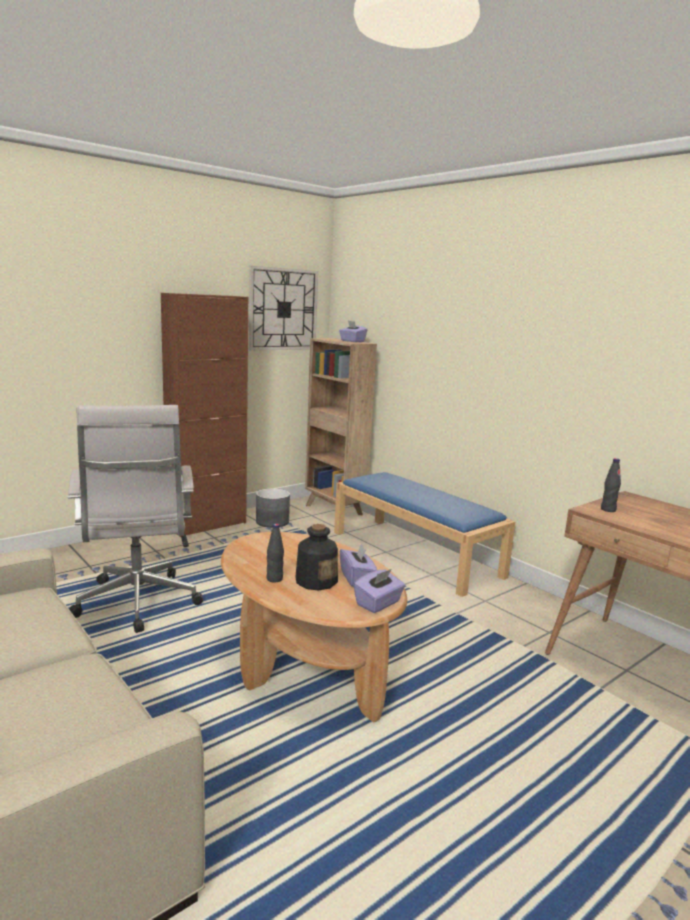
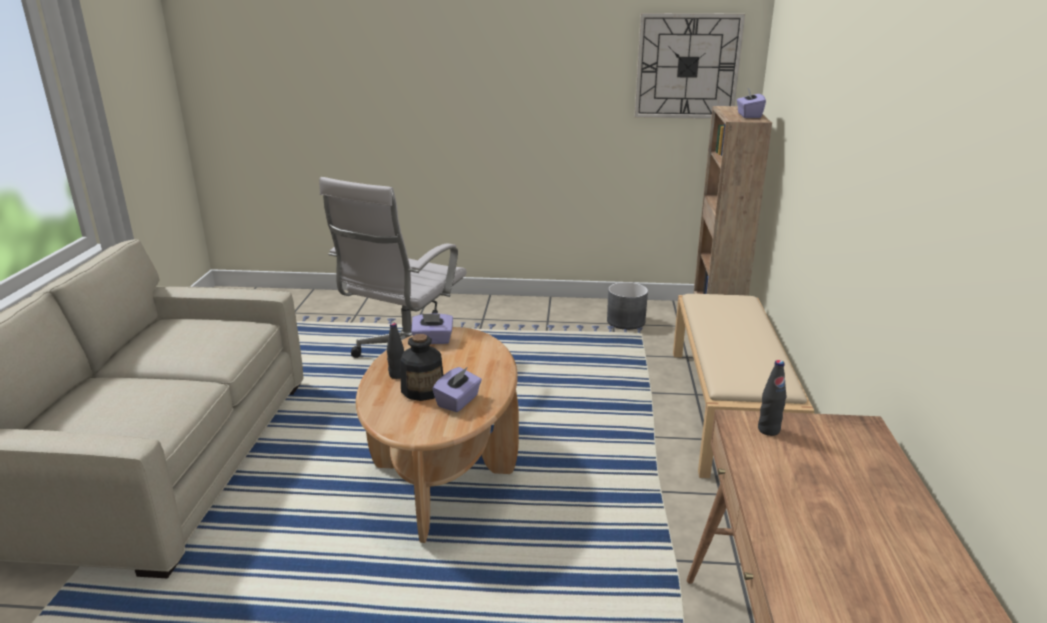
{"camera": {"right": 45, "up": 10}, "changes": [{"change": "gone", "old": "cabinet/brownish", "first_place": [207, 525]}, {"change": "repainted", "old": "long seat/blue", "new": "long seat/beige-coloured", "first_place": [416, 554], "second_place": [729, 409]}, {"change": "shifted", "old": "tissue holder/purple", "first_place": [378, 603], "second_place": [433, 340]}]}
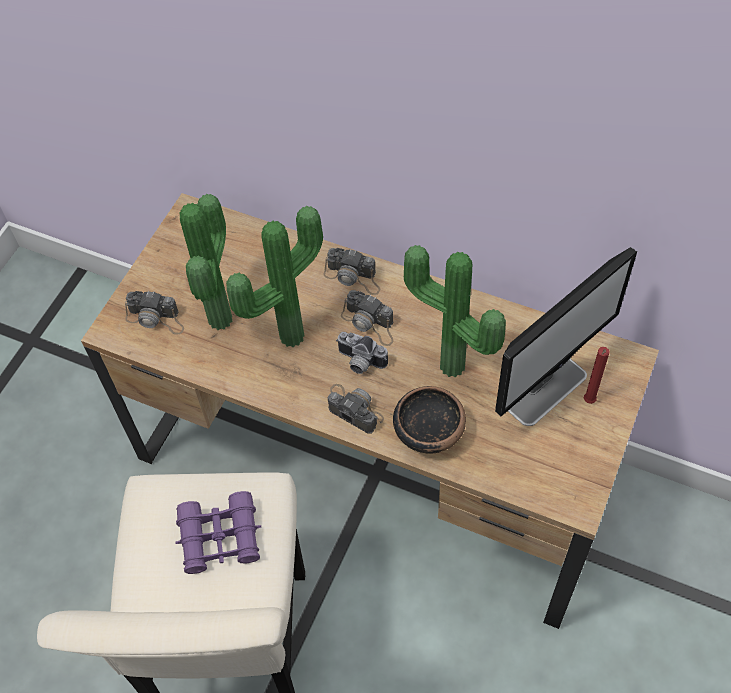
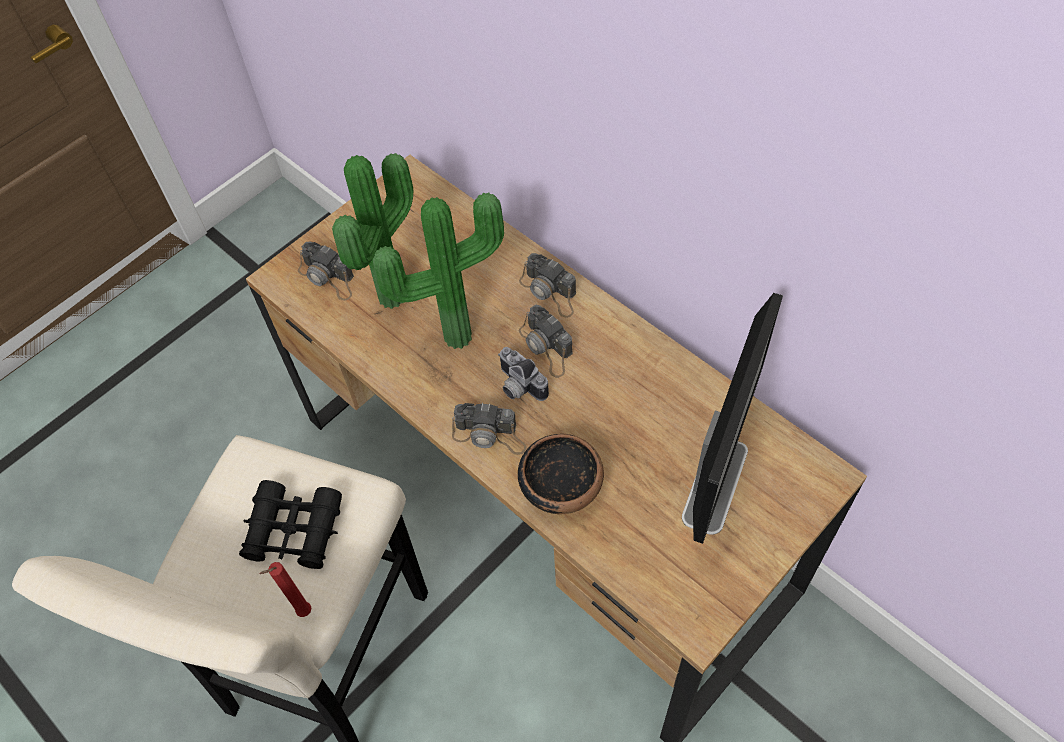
{"camera": {"right": 20, "up": 0}, "changes": [{"change": "gone", "old": "plant in a pot", "first_place": [449, 370]}, {"change": "rotated", "old": "computer display", "first_place": [547, 390], "second_place": [715, 482], "degrees": -45}, {"change": "shifted", "old": "candle/red", "first_place": [588, 402], "second_place": [302, 613]}, {"change": "rotated", "old": "still camera", "first_place": [353, 408], "second_place": [490, 435], "degrees": 135}, {"change": "repainted", "old": "binoculars/purple", "new": "binoculars/black-coloured", "first_place": [220, 538], "second_place": [294, 531]}]}
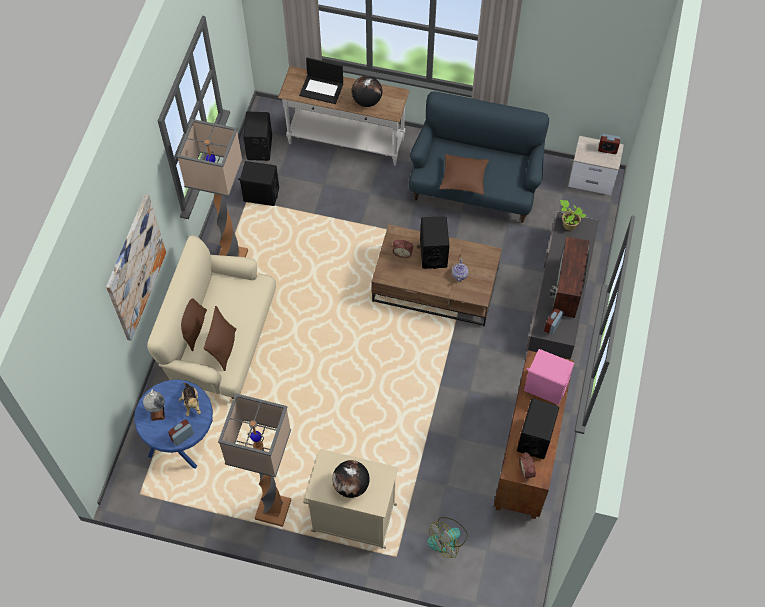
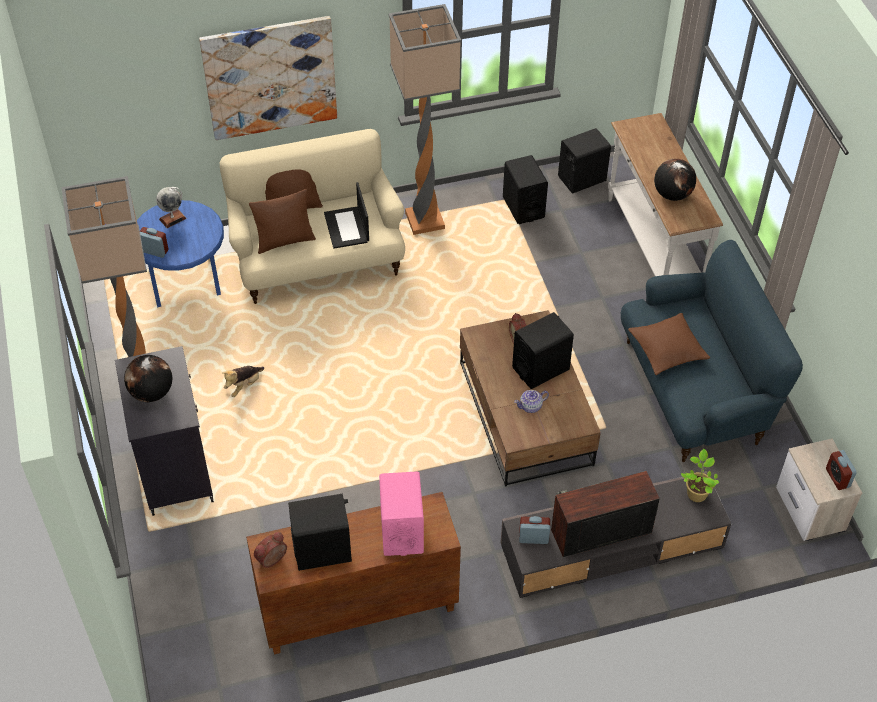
{"camera": {"right": 60, "up": -10}, "changes": [{"change": "shifted", "old": "portable computer", "first_place": [322, 89], "second_place": [347, 228]}, {"change": "shifted", "old": "cuddly toy", "first_place": [191, 403], "second_place": [244, 385]}, {"change": "repainted", "old": "cabinet/beige-coloured", "new": "cabinet/black-coloured", "first_place": [352, 517], "second_place": [174, 468]}, {"change": "gone", "old": "cooling fan", "first_place": [447, 539]}]}
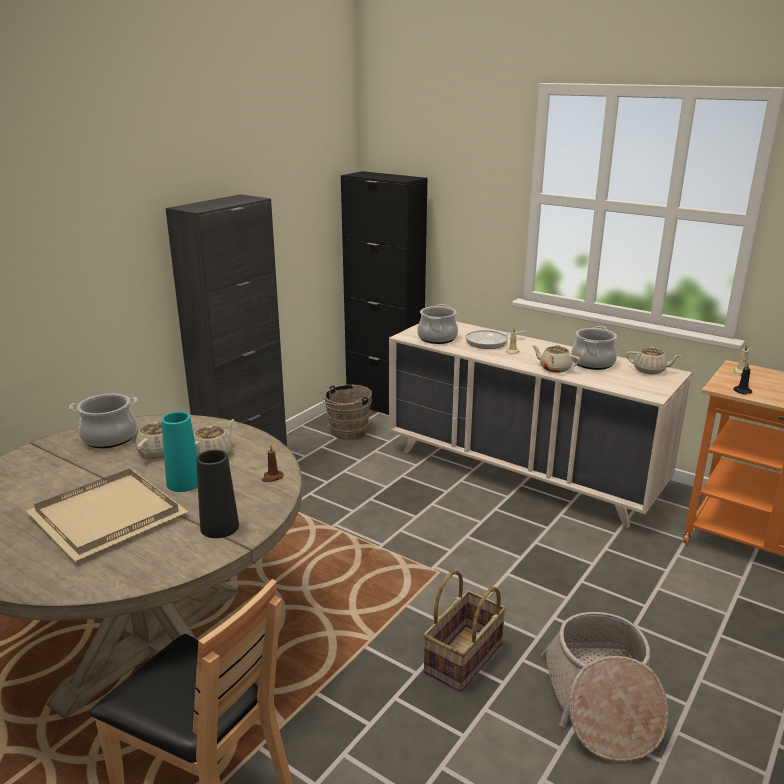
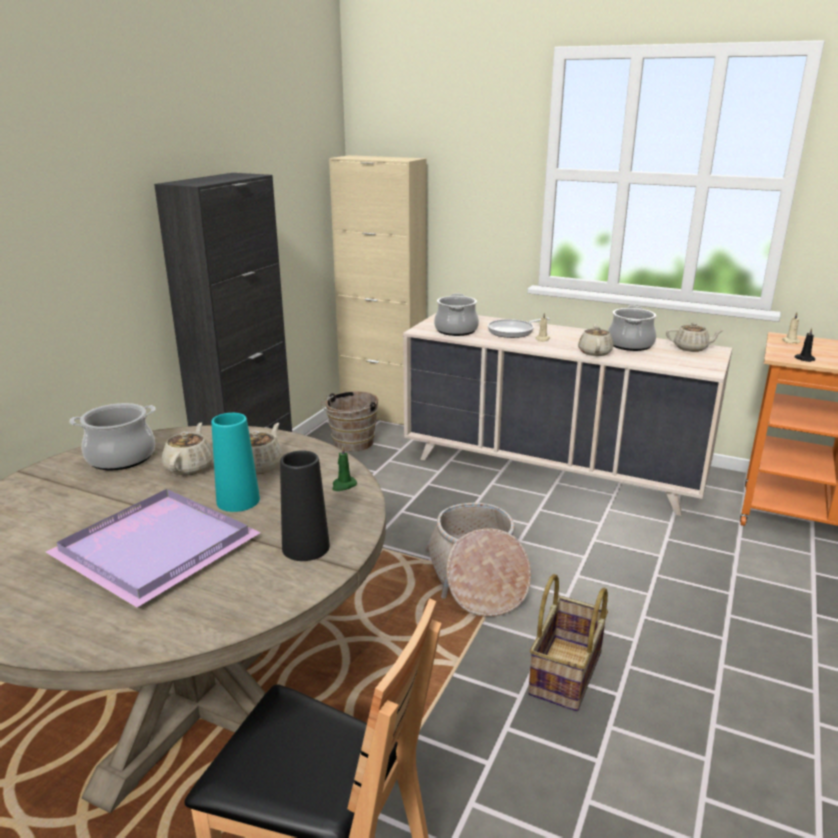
{"camera": {"right": -10, "up": 0}, "changes": [{"change": "repainted", "old": "cabinet/black-coloured", "new": "cabinet/beige-coloured", "first_place": [384, 406], "second_place": [383, 414]}, {"change": "rotated", "old": "tea pot/beige-coloured", "first_place": [554, 368], "second_place": [594, 352], "degrees": 75}, {"change": "repainted", "old": "candle/brownish", "new": "candle/green-coloured", "first_place": [272, 477], "second_place": [343, 485]}, {"change": "repainted", "old": "tray/beige-coloured", "new": "tray/purple", "first_place": [109, 514], "second_place": [156, 546]}, {"change": "shifted", "old": "basket", "first_place": [601, 703], "second_place": [477, 578]}]}
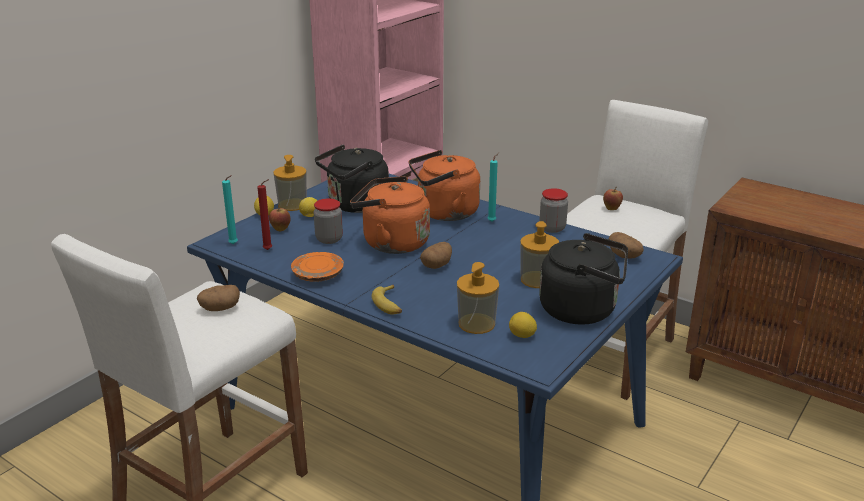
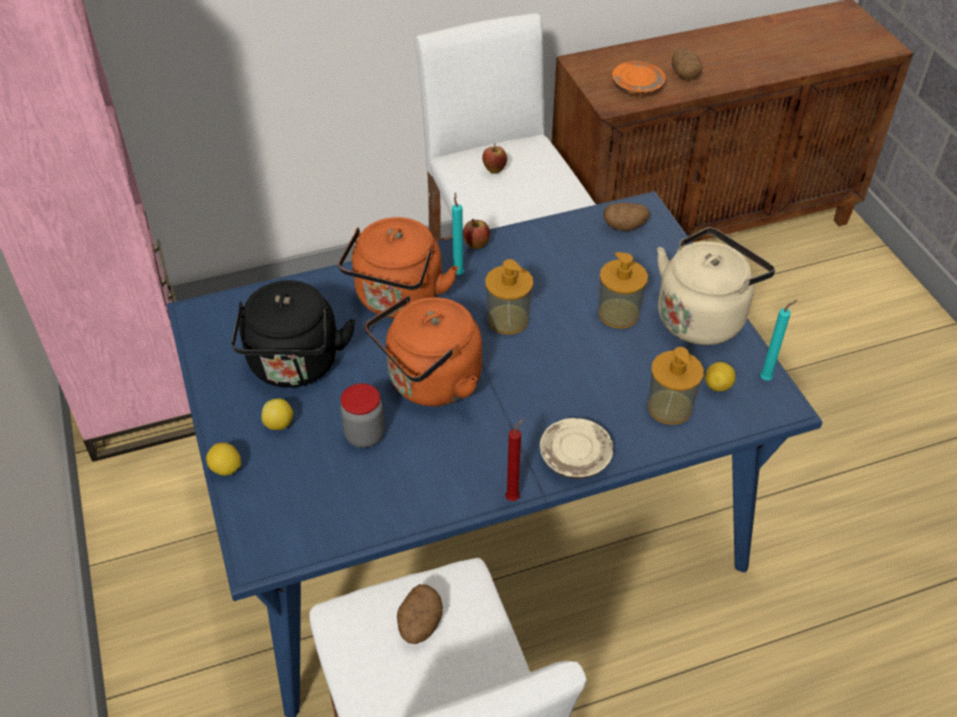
{"camera": {"right": -55, "up": 20}, "changes": [{"change": "shifted", "old": "liquid soap bottle", "first_place": [292, 205], "second_place": [508, 319]}, {"change": "shifted", "old": "candle/turquoise", "first_place": [234, 244], "second_place": [767, 378]}, {"change": "shifted", "old": "candle/red", "first_place": [269, 250], "second_place": [514, 497]}, {"change": "gone", "old": "storage jar", "first_place": [552, 228]}, {"change": "shifted", "old": "apple fruit", "first_place": [280, 229], "second_place": [476, 245]}, {"change": "repainted", "old": "water kettle/black-coloured", "new": "water kettle/beige-coloured", "first_place": [582, 310], "second_place": [703, 316]}, {"change": "shifted", "old": "spud", "first_place": [437, 265], "second_place": [684, 75]}, {"change": "shifted", "old": "dinner plate/orange-coloured", "first_place": [318, 275], "second_place": [637, 86]}, {"change": "swapped", "old": "banana", "new": "dinner plate/beige-coloured", "first_place": [389, 304], "second_place": [575, 457]}]}
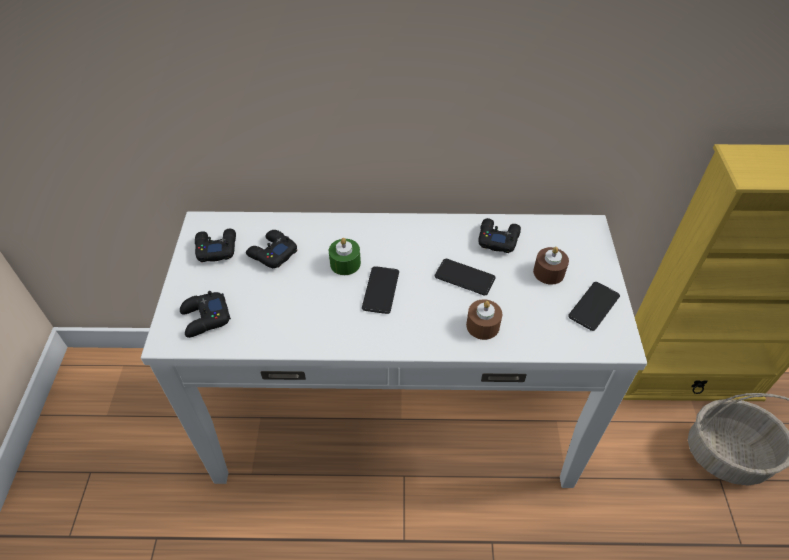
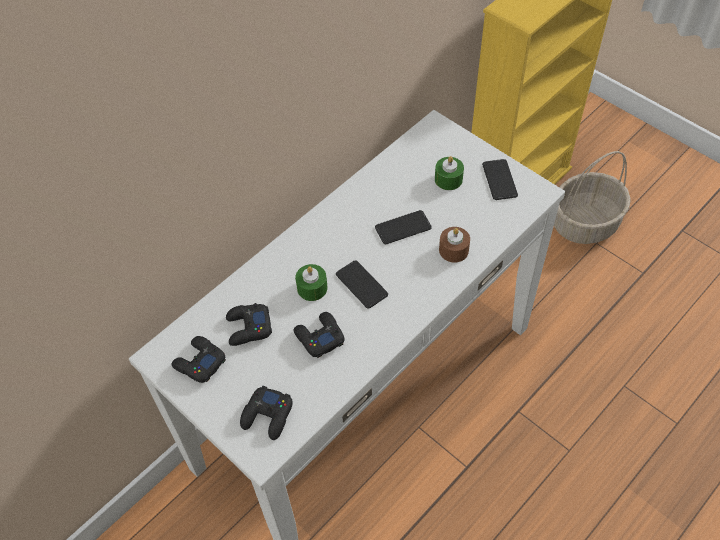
{"camera": {"right": -45, "up": 5}, "changes": [{"change": "shifted", "old": "joypad/black-coloured", "first_place": [497, 238], "second_place": [319, 337]}, {"change": "repainted", "old": "candle/brownish", "new": "candle/green-coloured", "first_place": [548, 272], "second_place": [448, 179]}]}
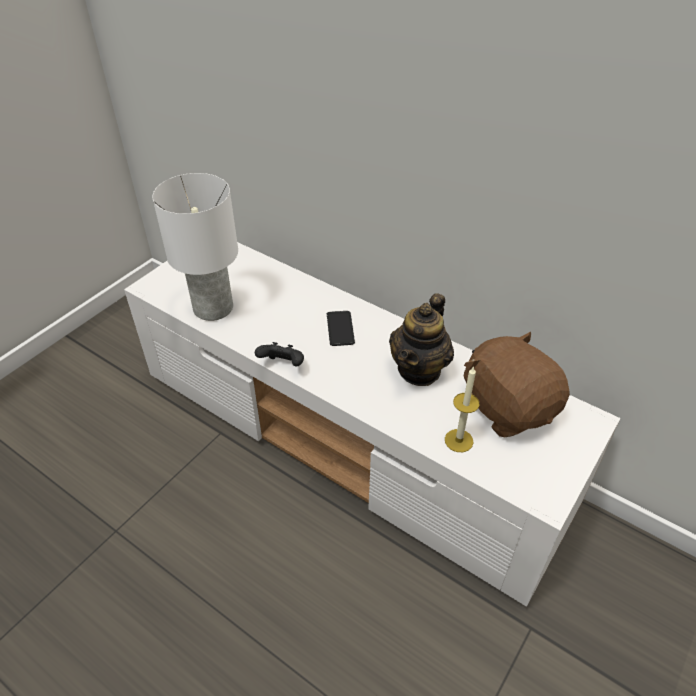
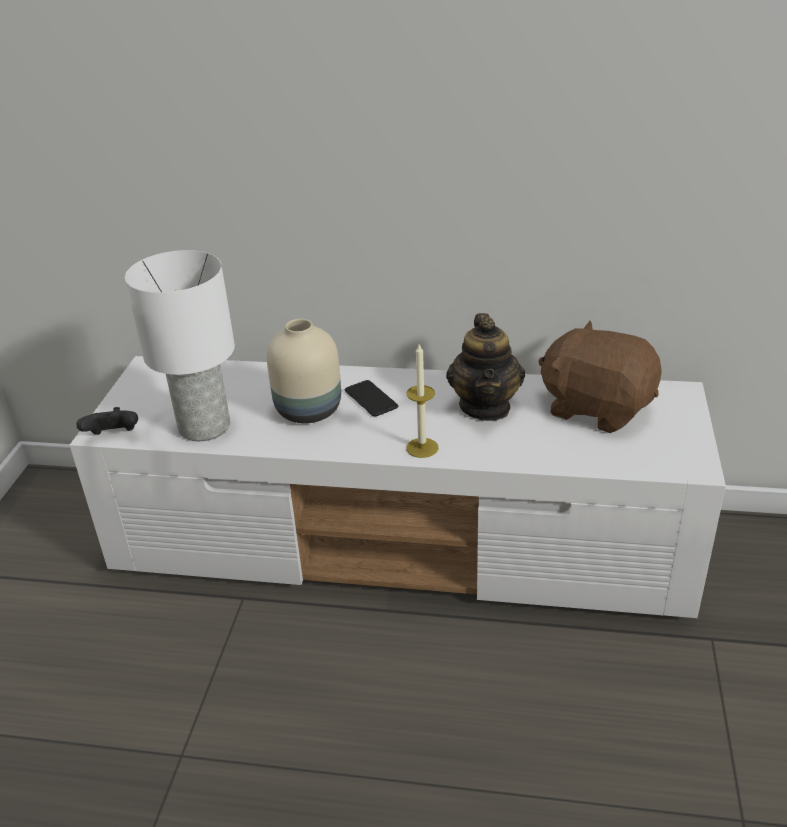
{"camera": {"right": -25, "up": -10}, "changes": [{"change": "shifted", "old": "joypad/black-coloured", "first_place": [283, 365], "second_place": [113, 436]}, {"change": "shifted", "old": "candle", "first_place": [458, 440], "second_place": [422, 448]}, {"change": "new", "new": "flower vase/beige-coloured", "second_place": [308, 409]}]}
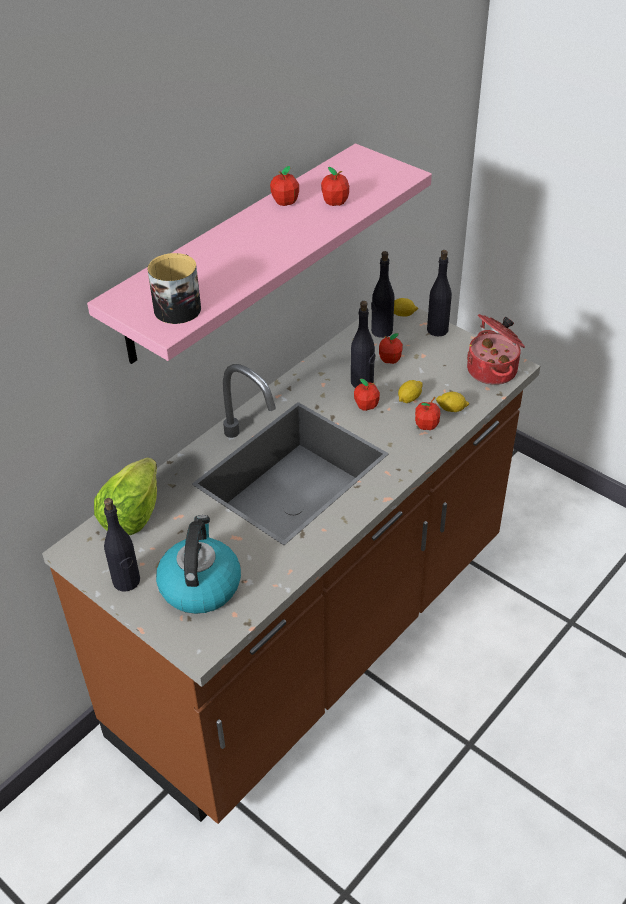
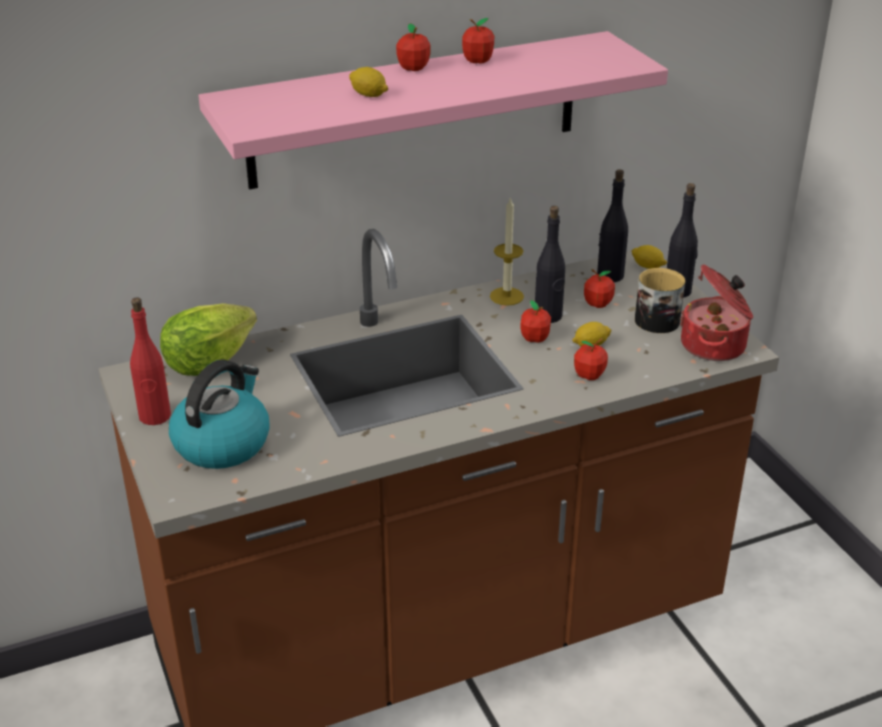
{"camera": {"right": 25, "up": -10}, "changes": [{"change": "shifted", "old": "apple fruit", "first_place": [335, 202], "second_place": [413, 68]}, {"change": "shifted", "old": "coffee mug", "first_place": [180, 305], "second_place": [660, 318]}, {"change": "shifted", "old": "citrus fruit", "first_place": [451, 409], "second_place": [368, 95]}, {"change": "repainted", "old": "drink bottle/black-coloured", "new": "drink bottle/red", "first_place": [126, 581], "second_place": [155, 416]}, {"change": "new", "new": "candle", "second_place": [506, 296]}]}
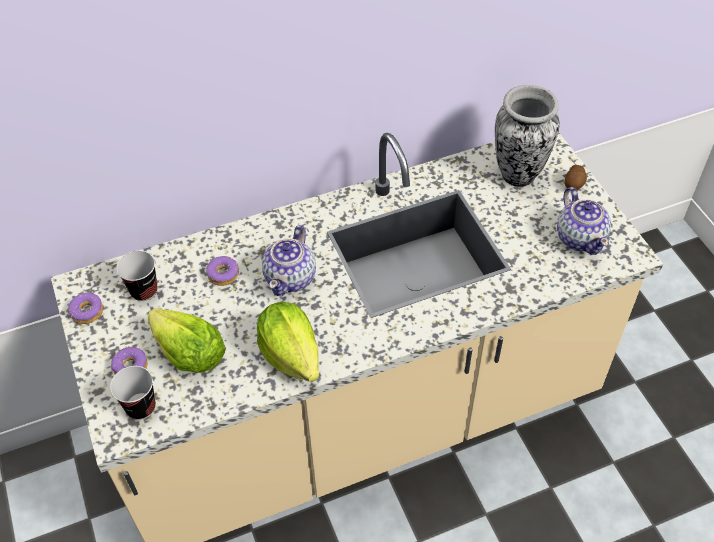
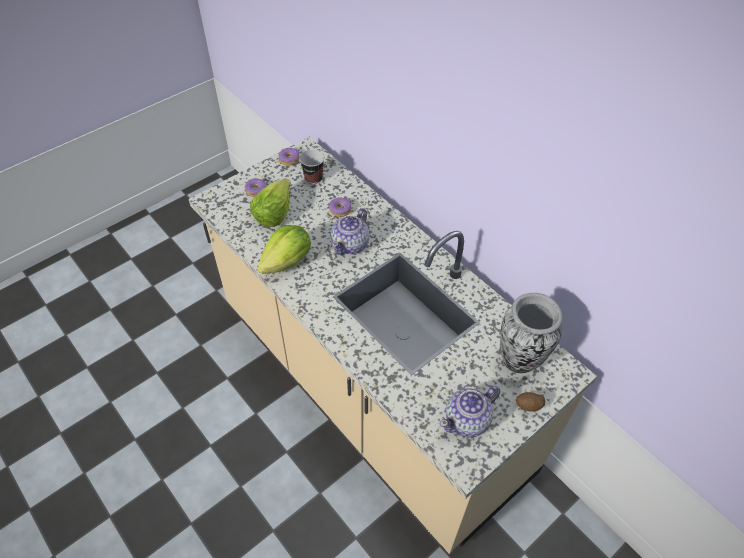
{"camera": {"right": 70, "up": 0}, "changes": [{"change": "rotated", "old": "tea pot", "first_place": [291, 277], "second_place": [351, 244], "degrees": -60}, {"change": "gone", "old": "small cup", "first_place": [141, 407]}]}
